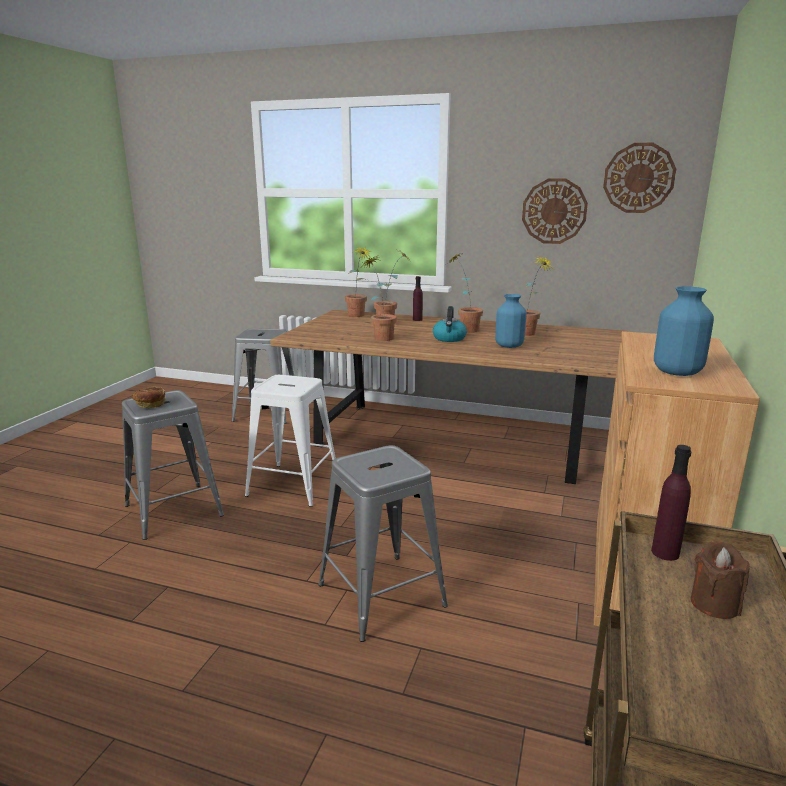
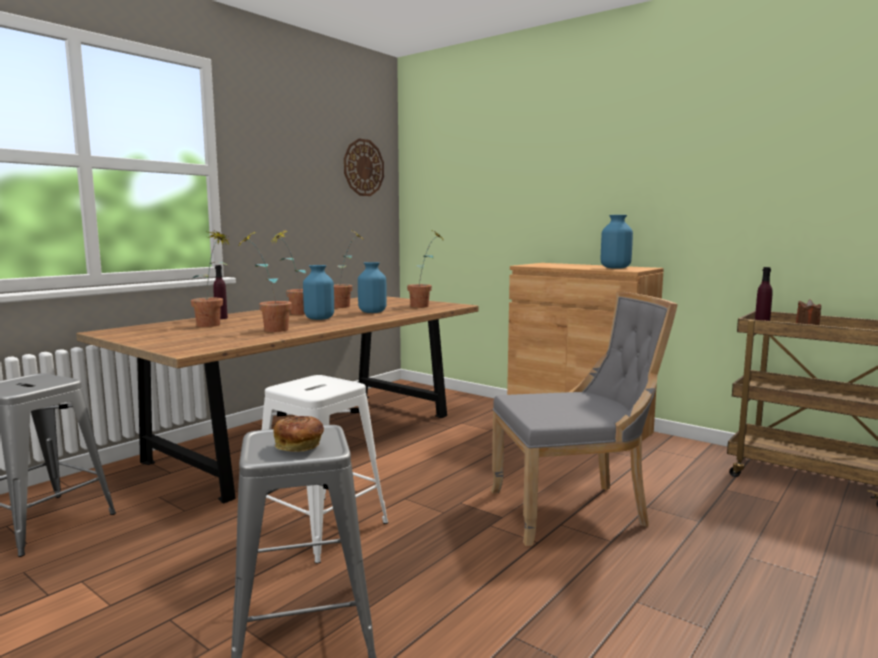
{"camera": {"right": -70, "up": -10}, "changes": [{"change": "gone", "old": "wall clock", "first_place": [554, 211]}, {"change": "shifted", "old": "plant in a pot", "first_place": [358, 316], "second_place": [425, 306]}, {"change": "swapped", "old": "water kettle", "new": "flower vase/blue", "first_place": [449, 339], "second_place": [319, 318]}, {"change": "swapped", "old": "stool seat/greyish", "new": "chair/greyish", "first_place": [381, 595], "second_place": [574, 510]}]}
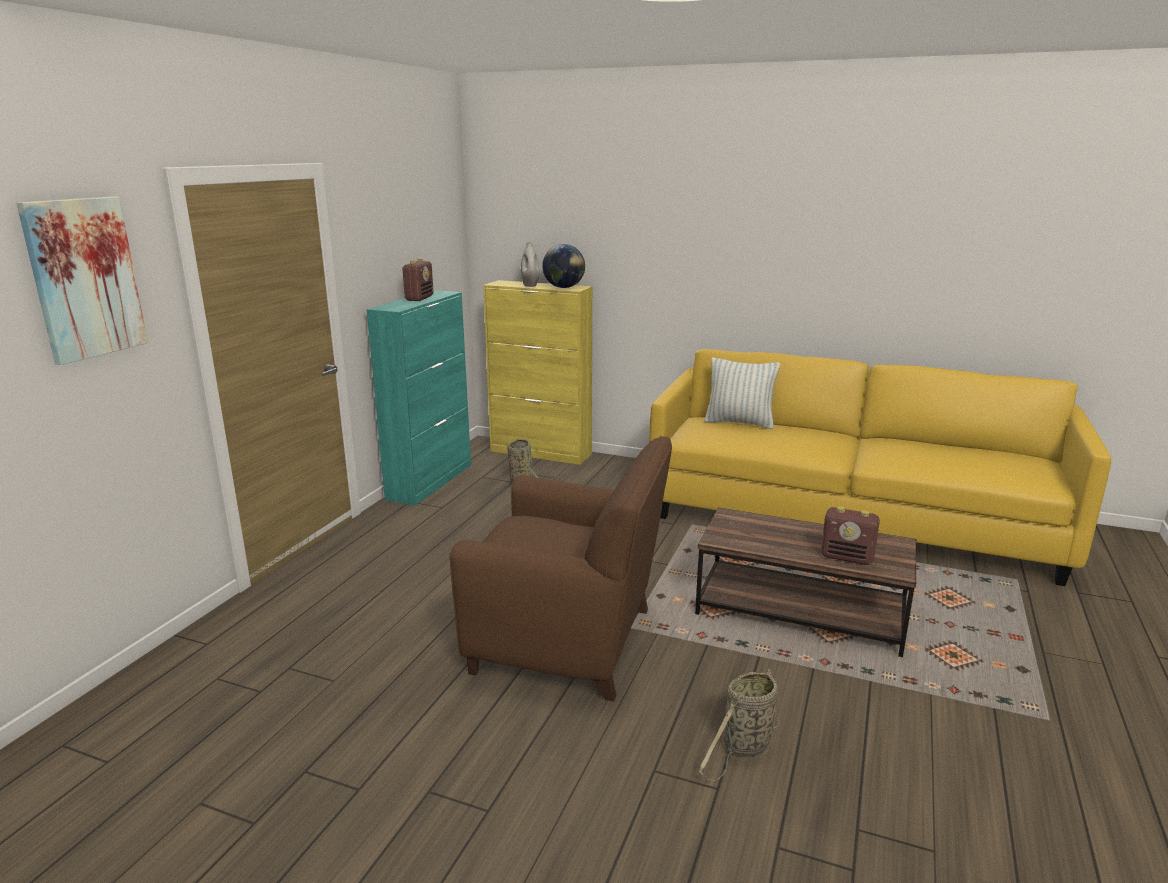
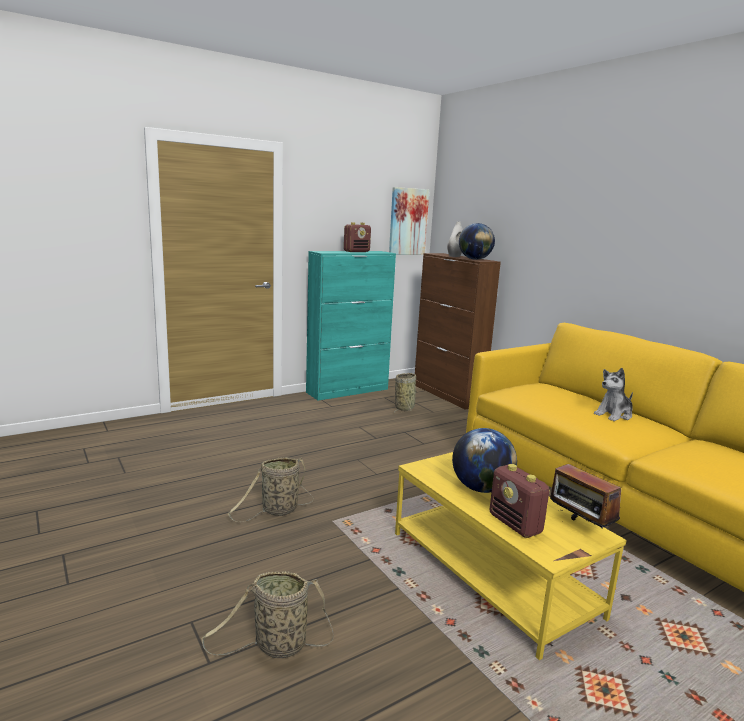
{"camera": {"right": 35, "up": -5}, "changes": [{"change": "shifted", "old": "wall art", "first_place": [84, 278], "second_place": [408, 222]}, {"change": "repainted", "old": "cabinet/yellow", "new": "cabinet/brownish", "first_place": [541, 452], "second_place": [447, 395]}, {"change": "gone", "old": "pillow", "first_place": [739, 423]}, {"change": "swapped", "old": "lounge chair/brownish", "new": "basket", "first_place": [568, 642], "second_place": [277, 511]}, {"change": "repainted", "old": "lounge table/brownish", "new": "lounge table/yellow", "first_place": [801, 611], "second_place": [492, 573]}, {"change": "new", "new": "cuddly toy", "second_place": [614, 415]}, {"change": "new", "new": "desk globe", "second_place": [481, 488]}, {"change": "new", "new": "radio receiver", "second_place": [579, 527]}]}
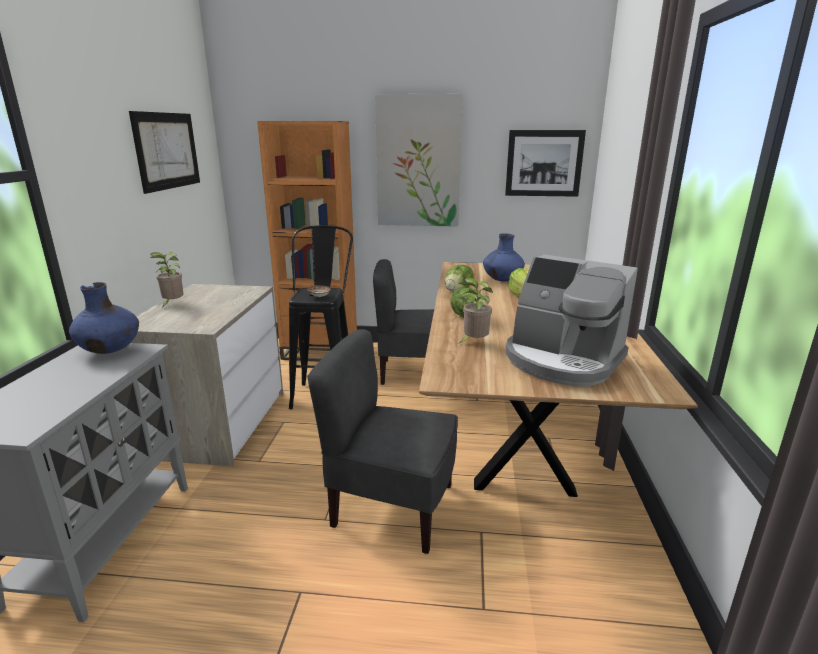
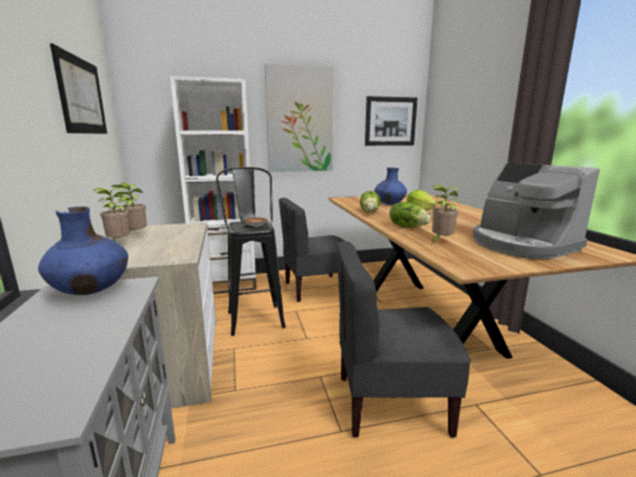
{"camera": {"right": -20, "up": -5}, "changes": [{"change": "repainted", "old": "shelving unit/orange-coloured", "new": "shelving unit/whitish", "first_place": [320, 351], "second_place": [225, 284]}, {"change": "rotated", "old": "coffee machine", "first_place": [562, 361], "second_place": [521, 245], "degrees": 45}, {"change": "new", "new": "plant in a pot", "second_place": [135, 235]}]}
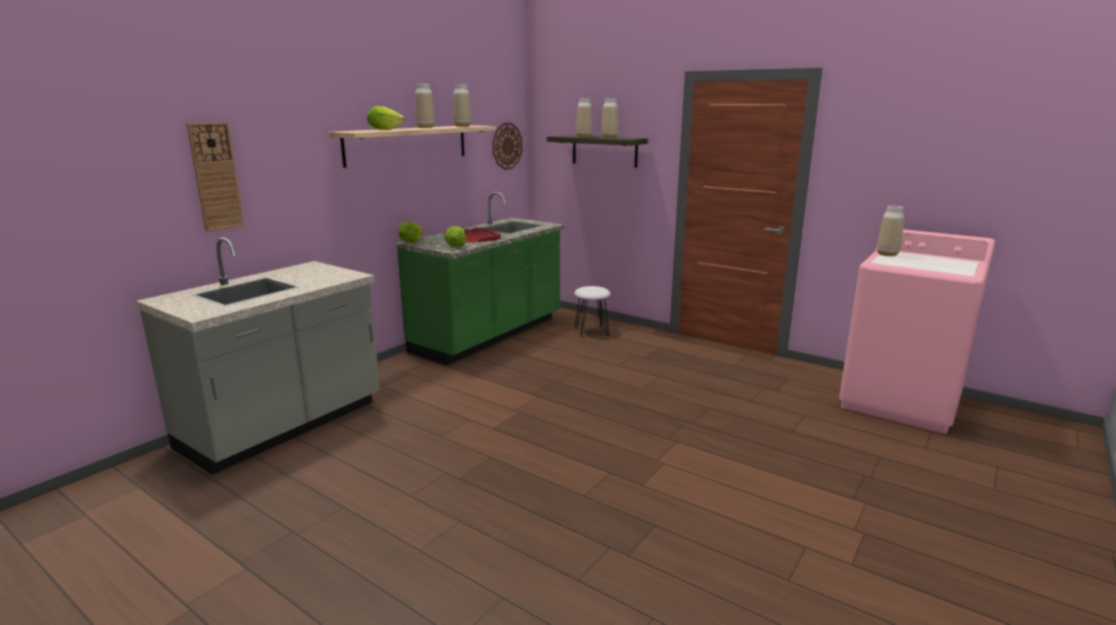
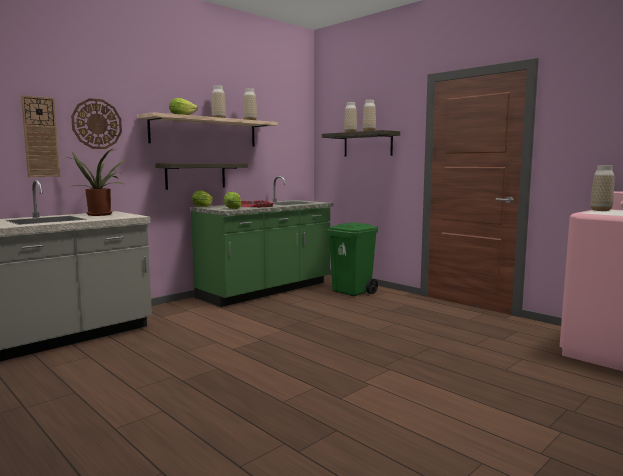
{"camera": {"right": 10, "up": -10}, "changes": [{"change": "shifted", "old": "wall clock", "first_place": [507, 146], "second_place": [97, 124]}, {"change": "swapped", "old": "stool seat/whitish", "new": "waste bin/green-coloured", "first_place": [592, 332], "second_place": [352, 292]}, {"change": "new", "new": "plant in a pot", "second_place": [101, 214]}, {"change": "new", "new": "wall shelf", "second_place": [195, 175]}]}
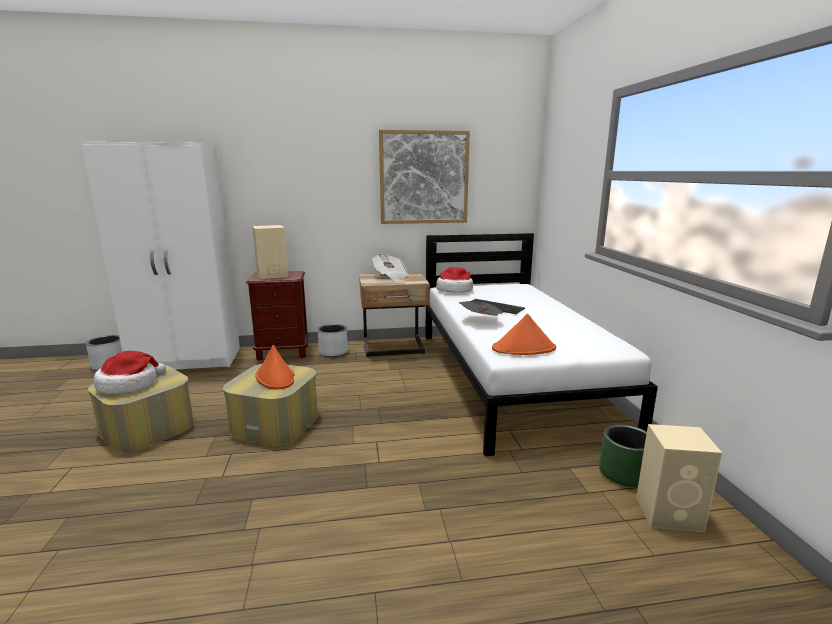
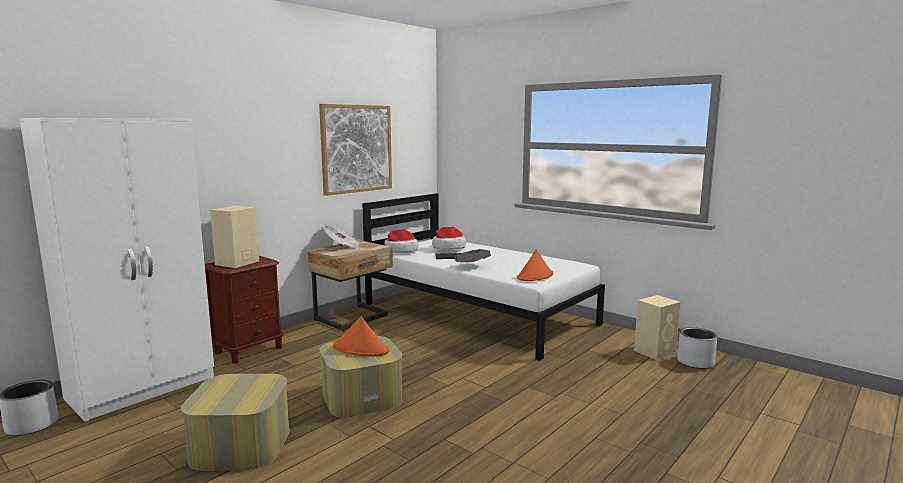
{"camera": {"right": -40, "up": -5}, "changes": [{"change": "shifted", "old": "flower pot/greyish", "first_place": [333, 352], "second_place": [695, 362]}, {"change": "shifted", "old": "wearable hat", "first_place": [130, 384], "second_place": [448, 247]}, {"change": "gone", "old": "flower pot/green-coloured", "first_place": [624, 473]}]}
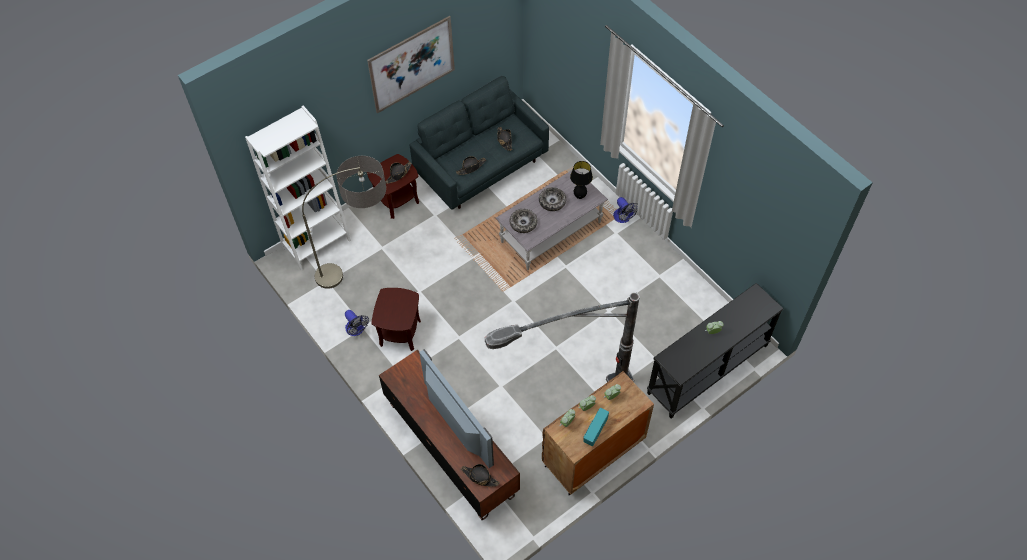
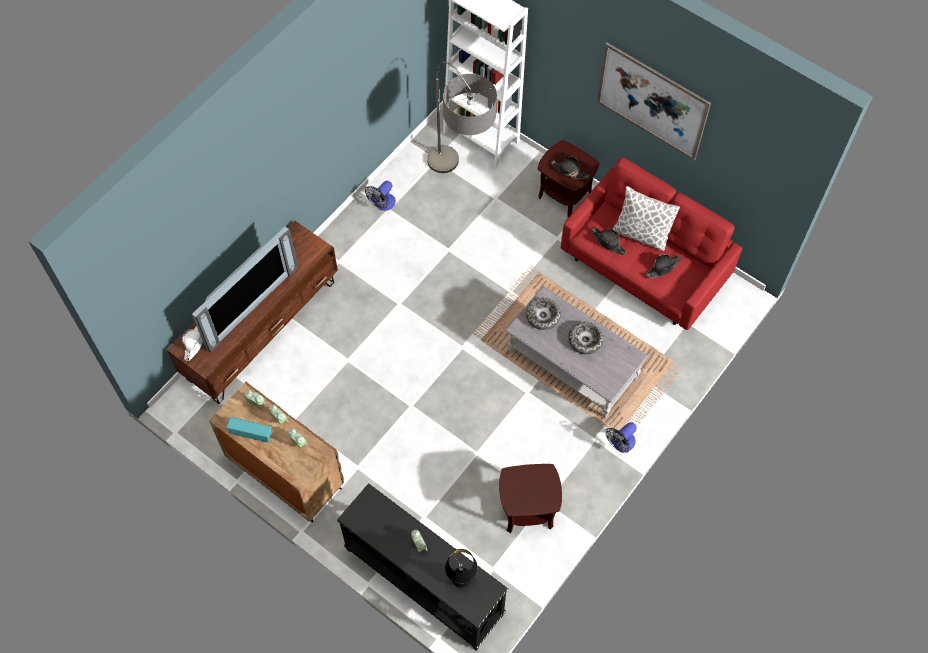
{"camera": {"right": 75, "up": 5}, "changes": [{"change": "repainted", "old": "settee/greyish", "new": "settee/red", "first_place": [481, 167], "second_place": [644, 268]}, {"change": "shifted", "old": "lamp for a table/black-coloured", "first_place": [579, 196], "second_place": [461, 580]}, {"change": "shifted", "old": "side table/brownish", "first_place": [400, 332], "second_place": [527, 509]}, {"change": "gone", "old": "standard lamp", "first_place": [562, 402]}, {"change": "repainted", "old": "wearable hat/black-coloured", "new": "wearable hat/whitish", "first_place": [479, 477], "second_place": [194, 342]}, {"change": "new", "new": "pillow", "second_place": [641, 233]}]}
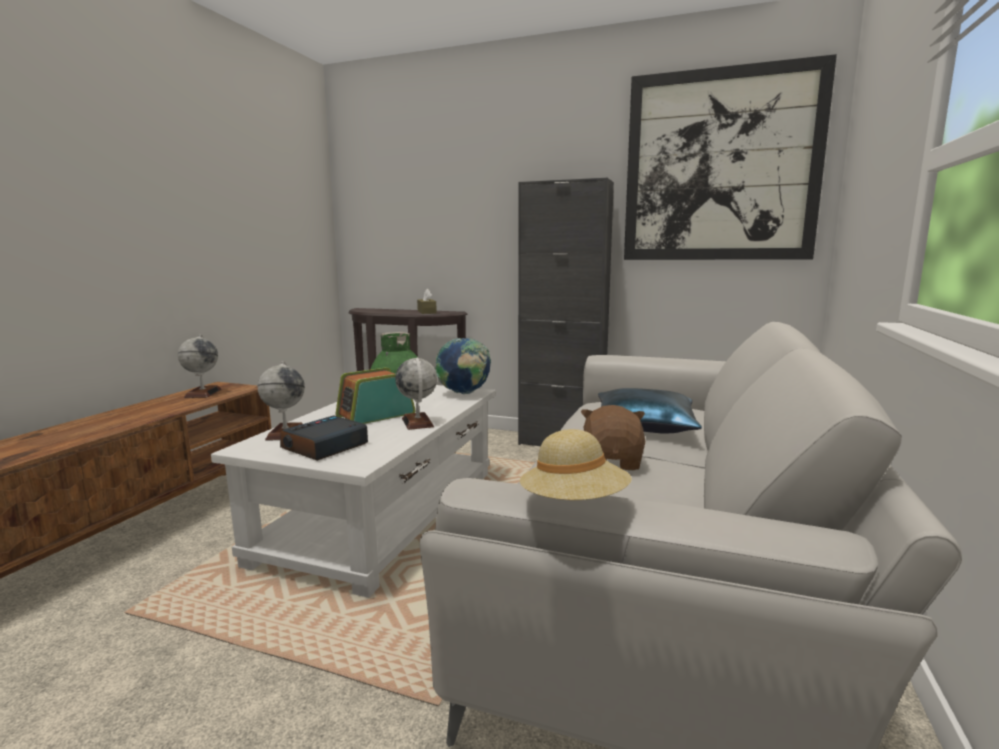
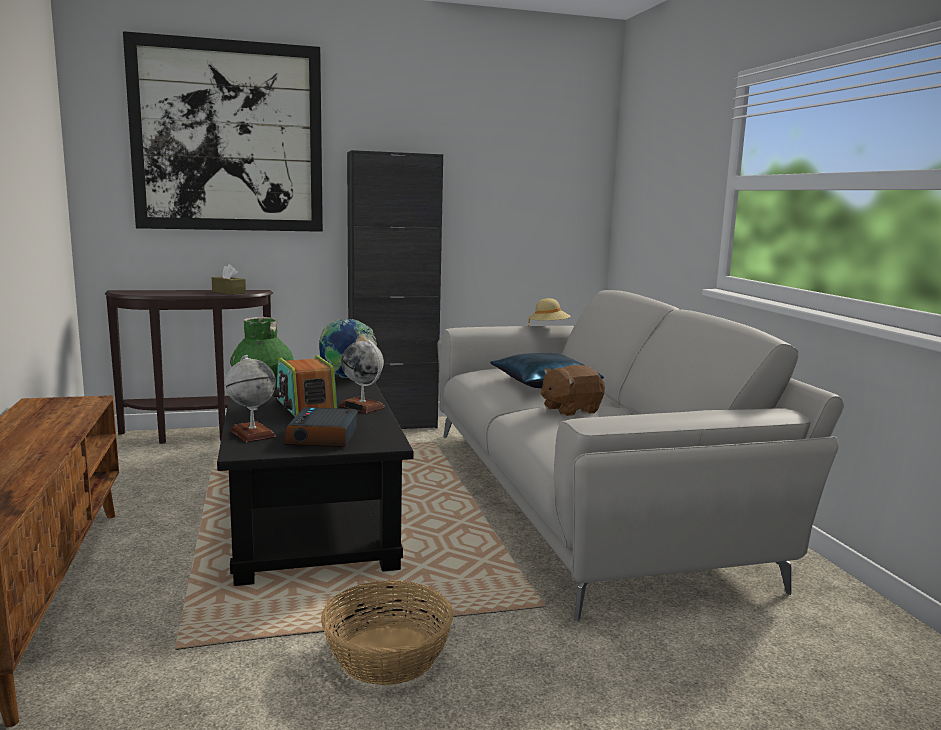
{"camera": {"right": -35, "up": 0}, "changes": [{"change": "shifted", "old": "wall art", "first_place": [720, 167], "second_place": [228, 137]}, {"change": "gone", "old": "desk globe", "first_place": [203, 393]}, {"change": "rotated", "old": "radio receiver", "first_place": [375, 415], "second_place": [305, 406], "degrees": -45}, {"change": "repainted", "old": "lounge table/whitish", "new": "lounge table/black-coloured", "first_place": [383, 514], "second_place": [310, 514]}, {"change": "rotated", "old": "cuddly toy/brownish", "first_place": [612, 462], "second_place": [570, 410], "degrees": -90}, {"change": "shifted", "old": "wearable hat/beige-coloured", "first_place": [574, 504], "second_place": [549, 327]}, {"change": "new", "new": "basket", "second_place": [388, 655]}]}
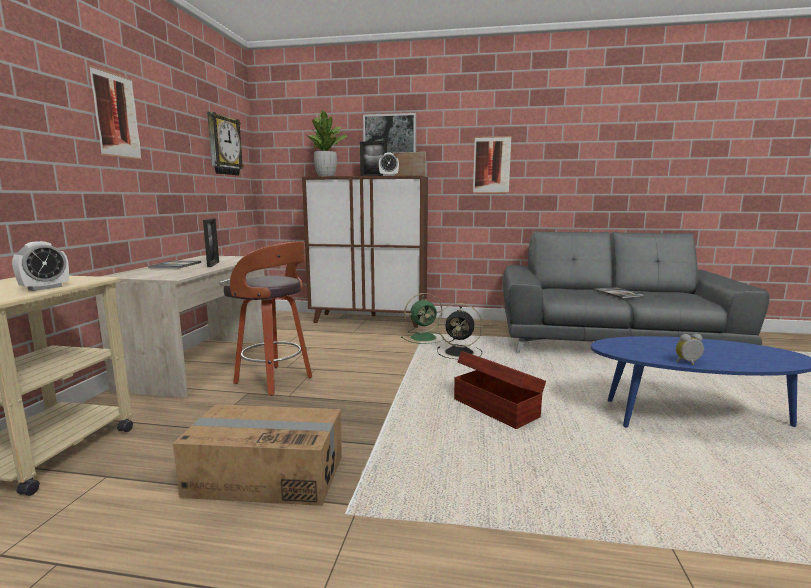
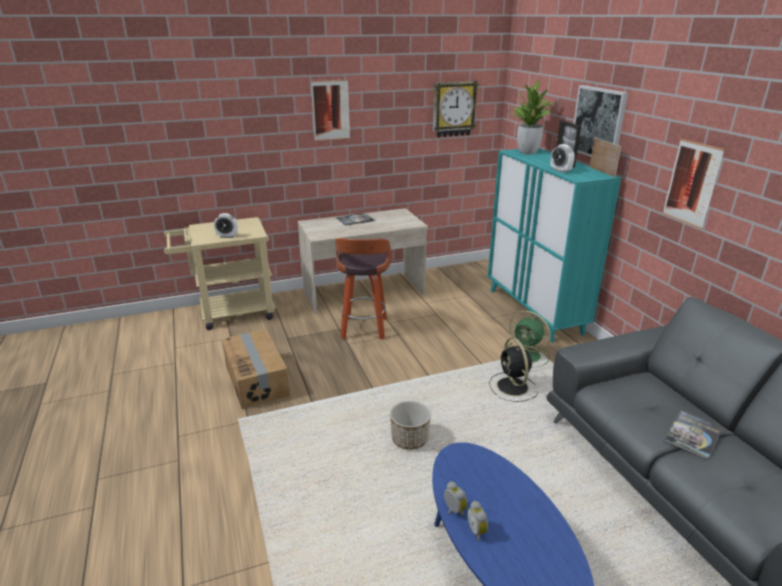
{"camera": {"right": 60, "up": 15}, "changes": [{"change": "repainted", "old": "cabinet/brownish", "new": "cabinet/turquoise", "first_place": [369, 320], "second_place": [534, 311]}, {"change": "gone", "old": "picture frame", "first_place": [213, 264]}, {"change": "swapped", "old": "storage bin/brownish", "new": "flower pot", "first_place": [495, 407], "second_place": [409, 439]}, {"change": "new", "new": "alarm clock", "second_place": [477, 531]}]}
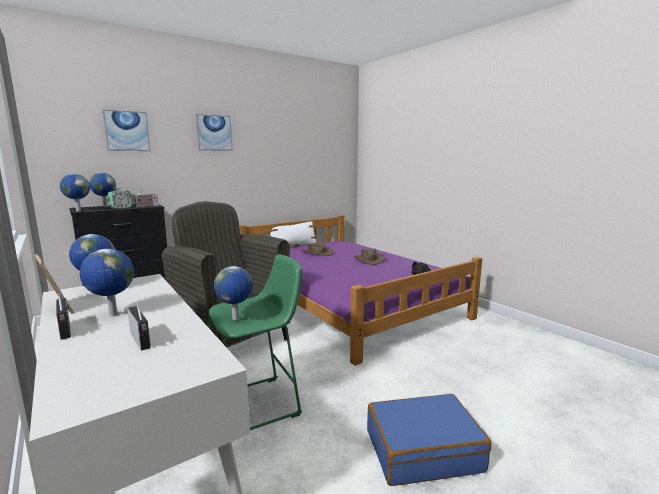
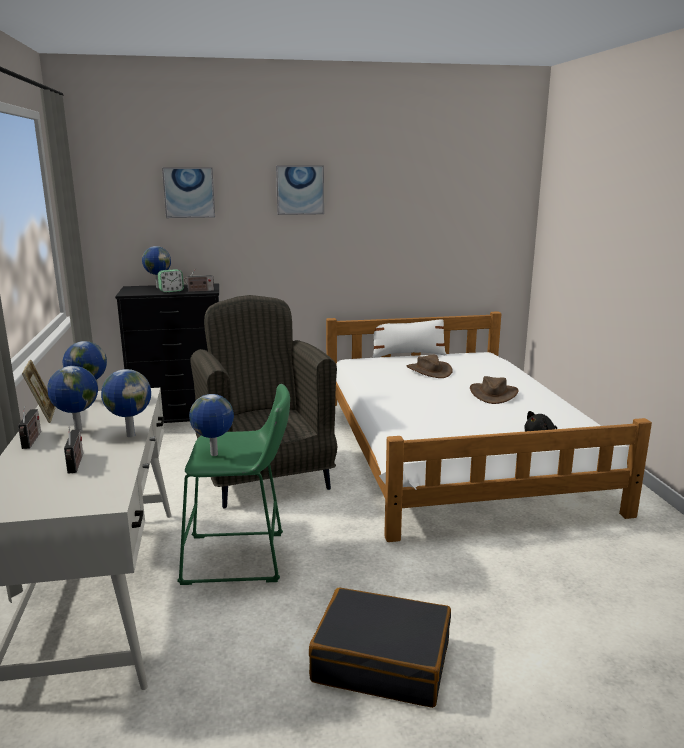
{"camera": {"right": 25, "up": 5}, "changes": [{"change": "shifted", "old": "desk globe", "first_place": [78, 211], "second_place": [130, 435]}, {"change": "repainted", "old": "sleeping bed/purple", "new": "sleeping bed/whitish", "first_place": [347, 301], "second_place": [453, 450]}, {"change": "repainted", "old": "travel case/blue", "new": "travel case/black-coloured", "first_place": [423, 450], "second_place": [382, 661]}]}
